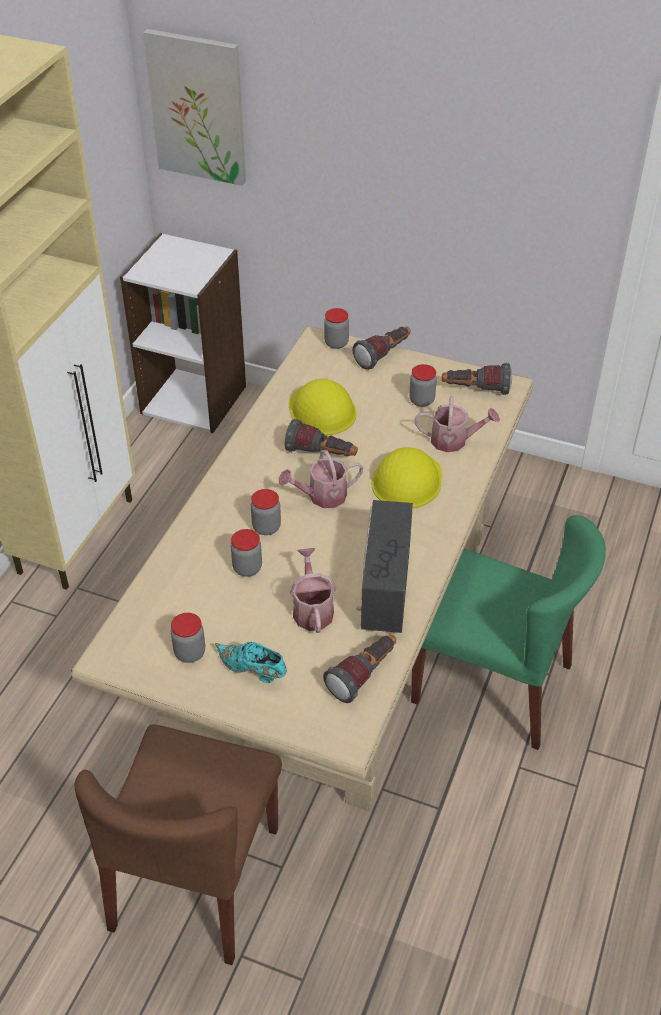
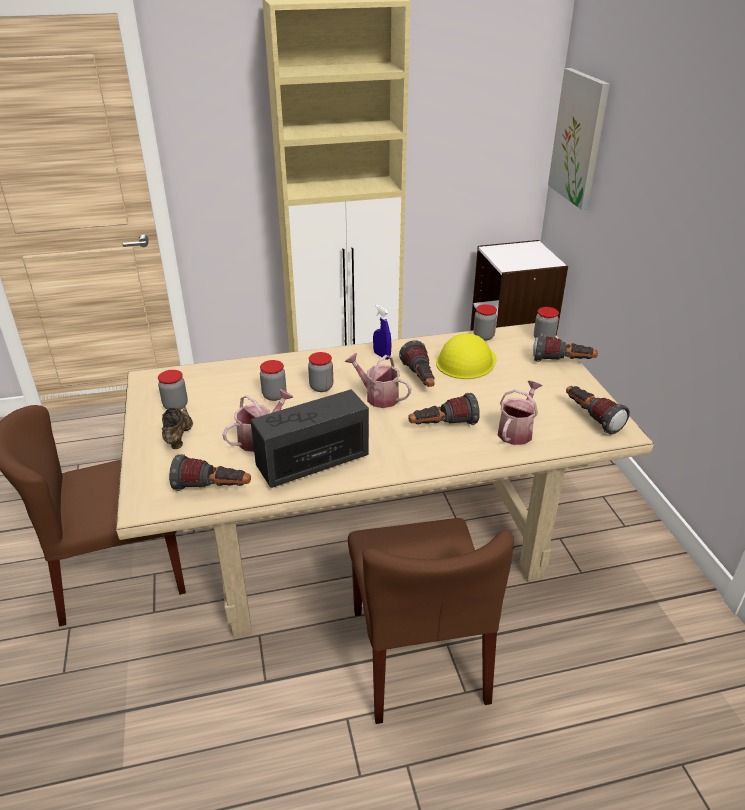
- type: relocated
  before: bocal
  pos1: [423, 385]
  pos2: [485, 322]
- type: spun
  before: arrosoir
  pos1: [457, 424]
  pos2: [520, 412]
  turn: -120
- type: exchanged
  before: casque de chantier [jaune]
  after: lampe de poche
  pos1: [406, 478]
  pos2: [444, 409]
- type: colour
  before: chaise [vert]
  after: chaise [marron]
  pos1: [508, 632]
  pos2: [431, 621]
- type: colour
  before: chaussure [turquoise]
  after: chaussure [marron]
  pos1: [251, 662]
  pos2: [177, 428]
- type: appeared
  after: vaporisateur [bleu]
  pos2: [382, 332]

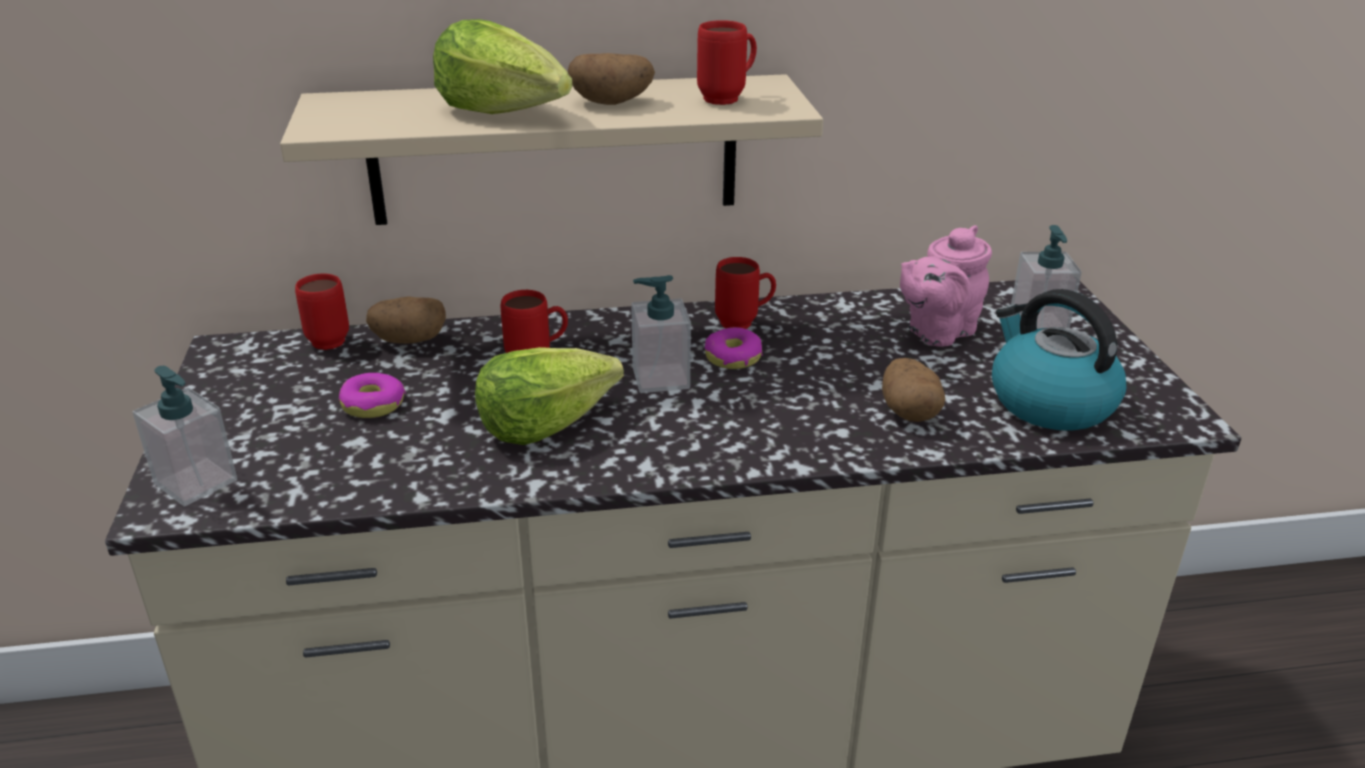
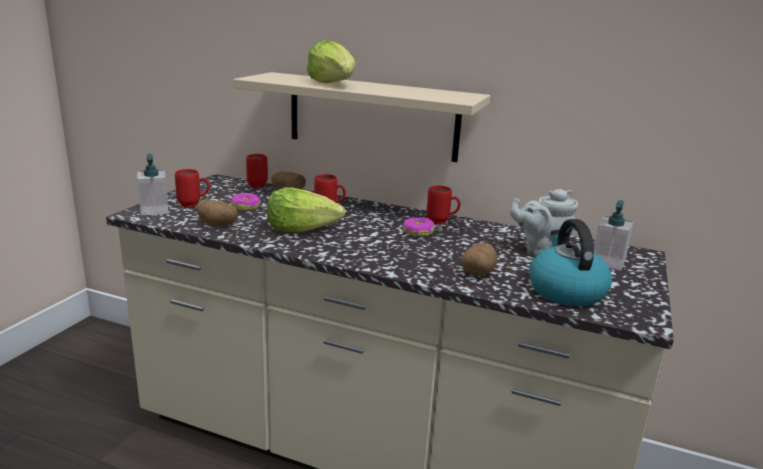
- type: relocated
  before: mug [rouge]
  pos1: [727, 62]
  pos2: [192, 188]
- type: relocated
  before: pomme de terre
  pos1: [611, 79]
  pos2: [217, 213]
- type: colour
  before: théière [rose]
  after: théière [gris]
  pos1: [946, 286]
  pos2: [544, 222]
- type: missing
  before: distributeur de savon
  pos1: [661, 334]

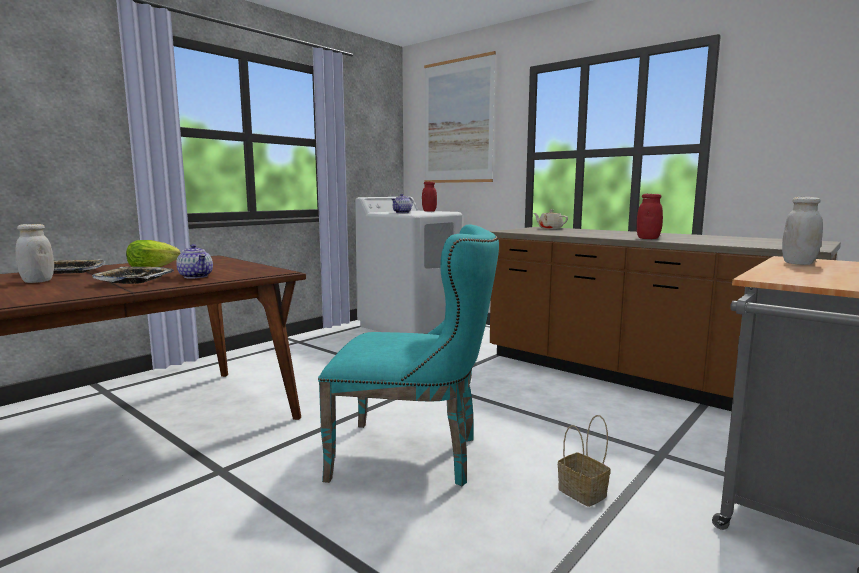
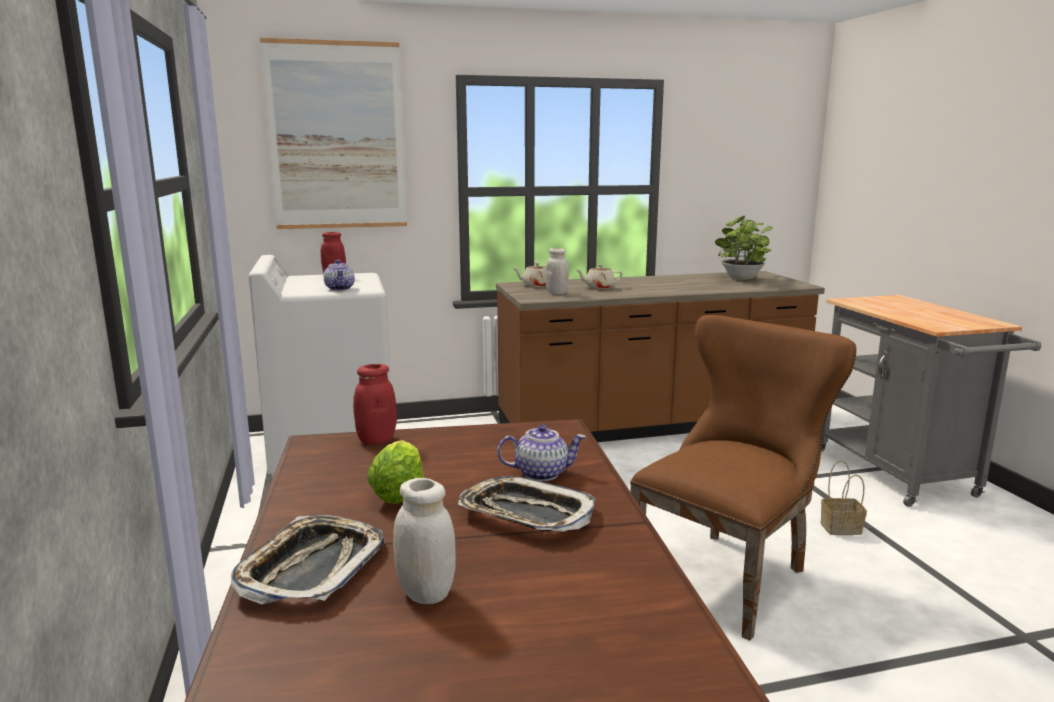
- type: relocated
  before: bocal [rouge]
  pos1: [650, 216]
  pos2: [375, 404]
- type: relocated
  before: bocal [blanc]
  pos1: [802, 231]
  pos2: [557, 271]
- type: colour
  before: chaise [turquoise]
  after: chaise [marron]
  pos1: [408, 355]
  pos2: [743, 478]
- type: appeared
  after: plante en pot
  pos2: [744, 248]
- type: appeared
  after: théière [beige]
  pos2: [599, 276]

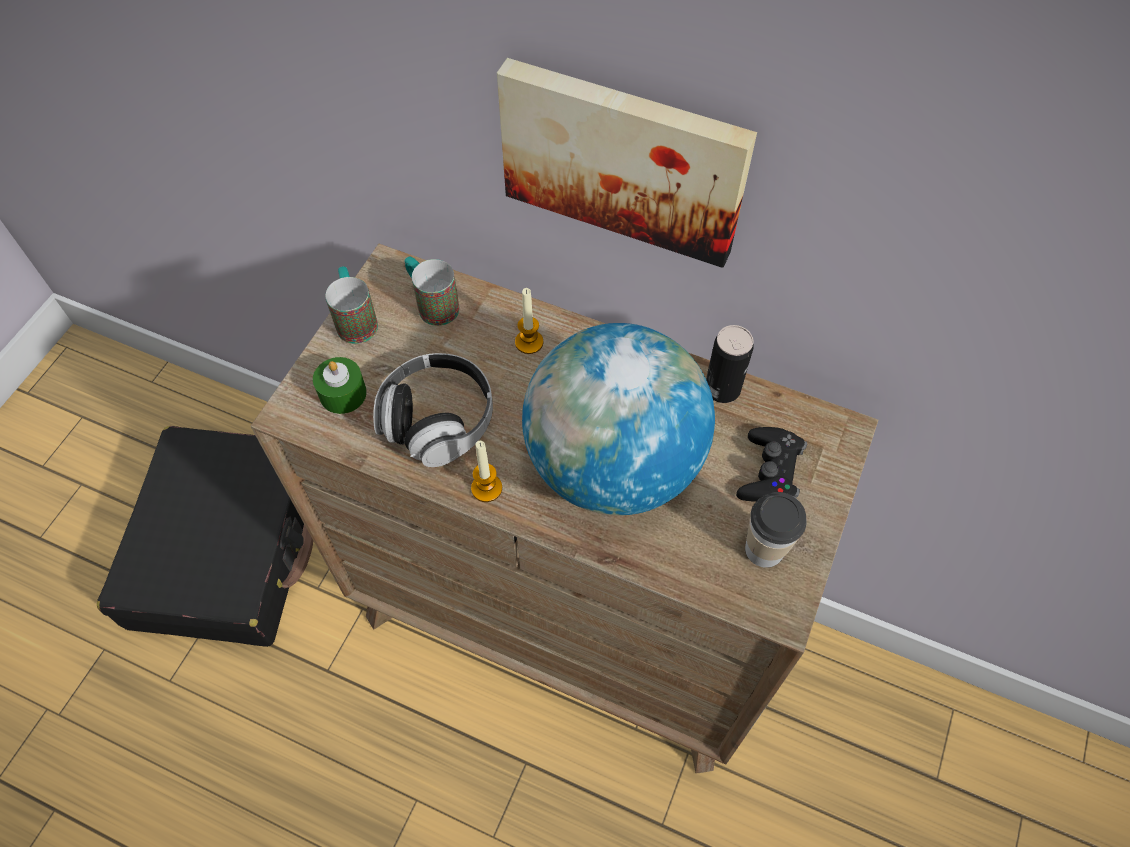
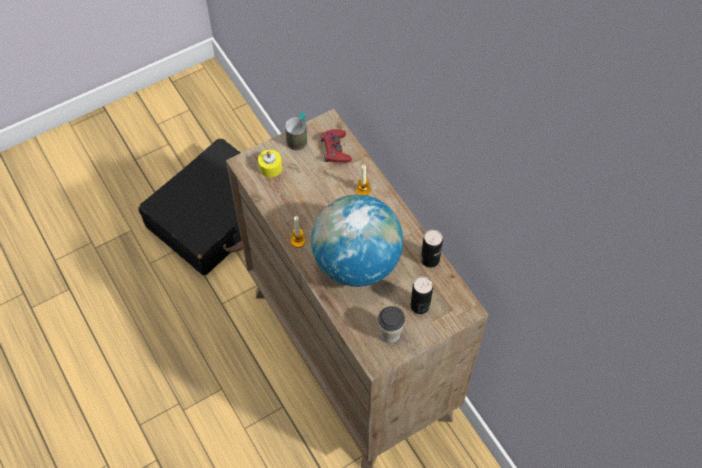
- type: missing
  before: tableau
  pos1: [627, 163]
- type: exchanged
  before: mug
  after: manette [rouge]
  pos1: [432, 291]
  pos2: [336, 145]
- type: missing
  before: casque audio
  pos1: [433, 410]
- type: colour
  before: bougie [vert]
  after: bougie [jaune]
  pos1: [340, 385]
  pos2: [270, 164]
- type: exchanged
  before: manette [noir]
  after: boîte métallique
  pos1: [771, 464]
  pos2: [422, 295]

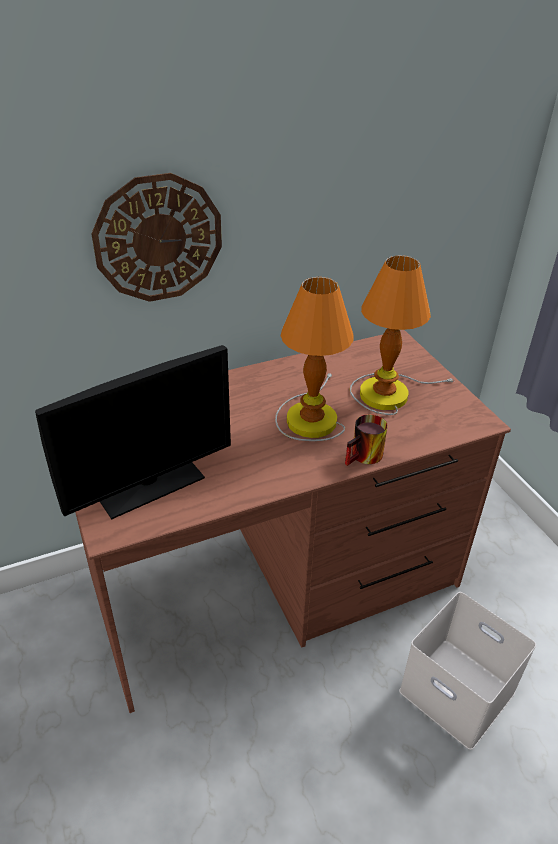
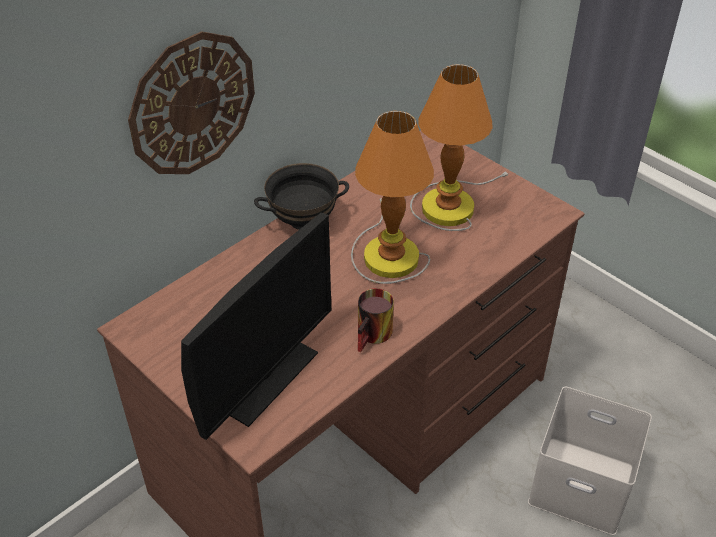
- type: relocated
  before: mug
  pos1: [366, 440]
  pos2: [376, 320]
- type: appeared
  after: bol [noir]
  pos2: [301, 196]

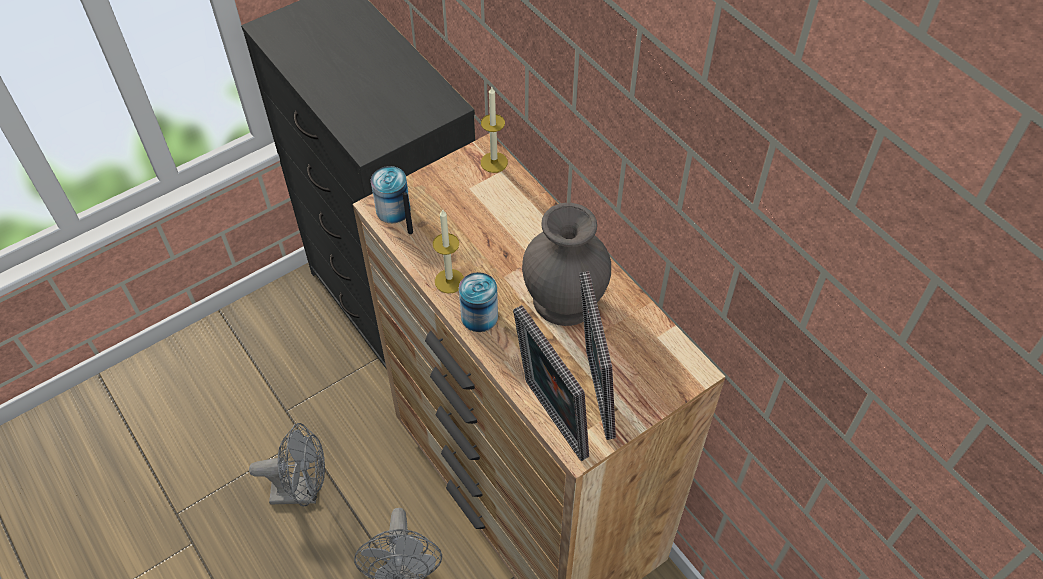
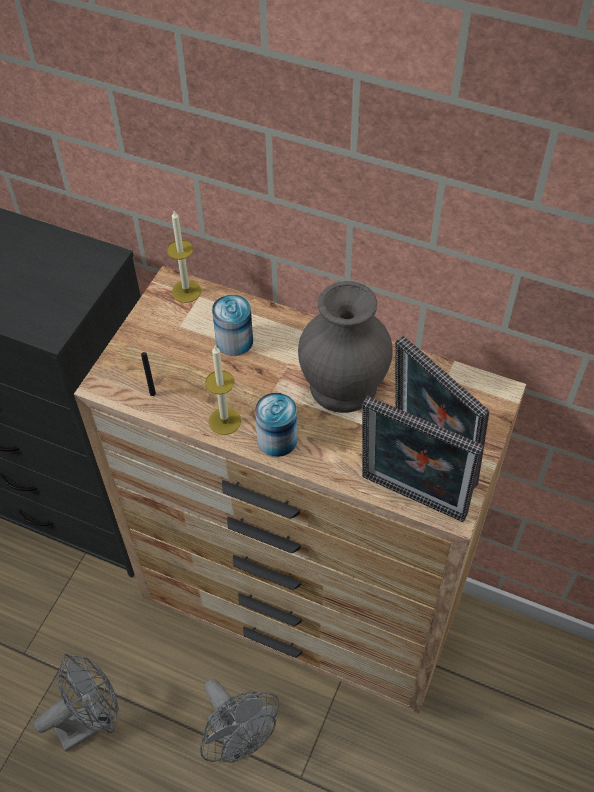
- type: relocated
  before: boîte métallique
  pos1: [391, 194]
  pos2: [232, 325]

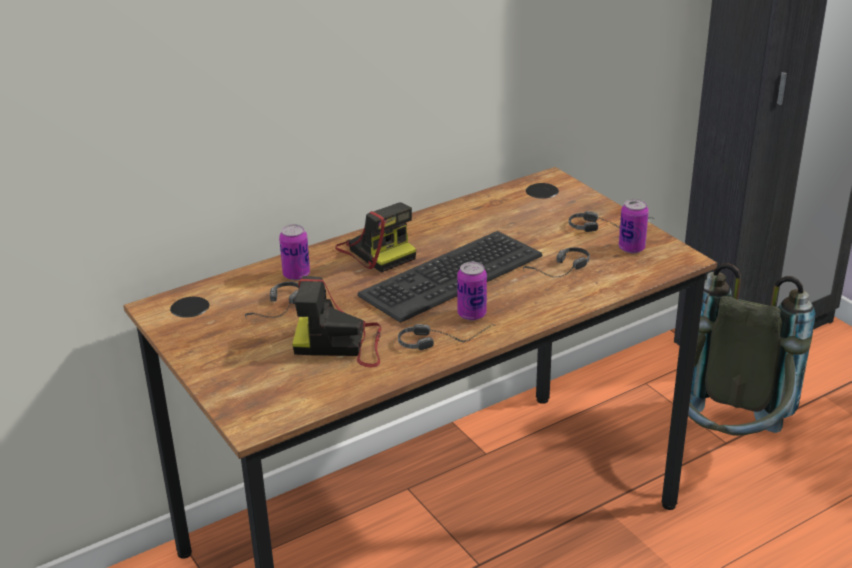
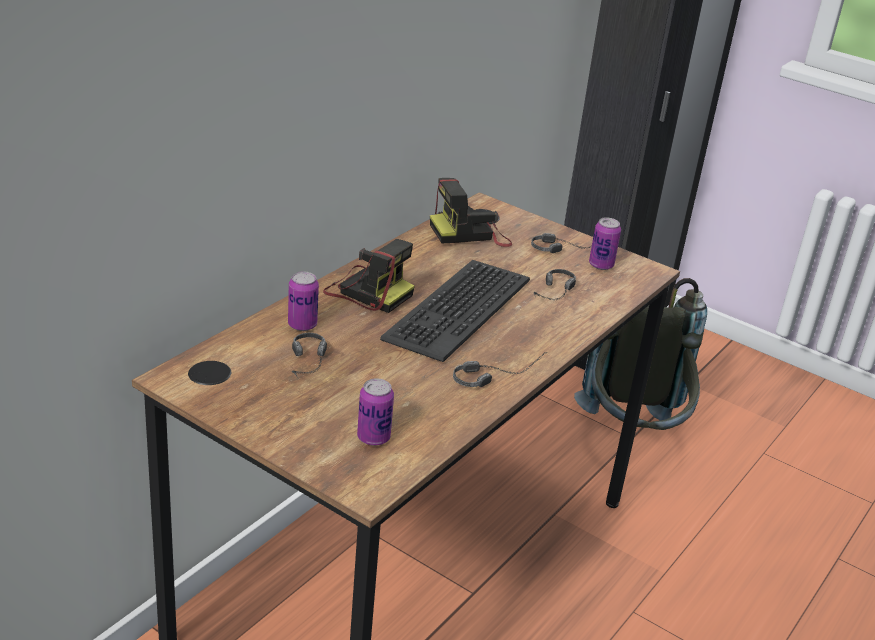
- type: relocated
  before: boîte métallique
  pos1: [472, 291]
  pos2: [375, 412]
- type: relocated
  before: appareil photo
  pos1: [336, 322]
  pos2: [471, 212]

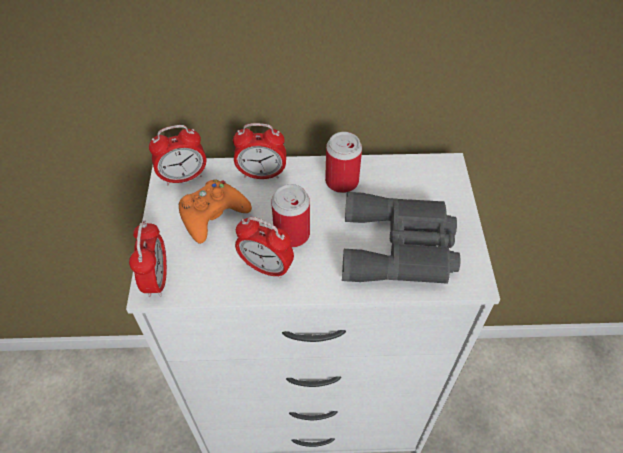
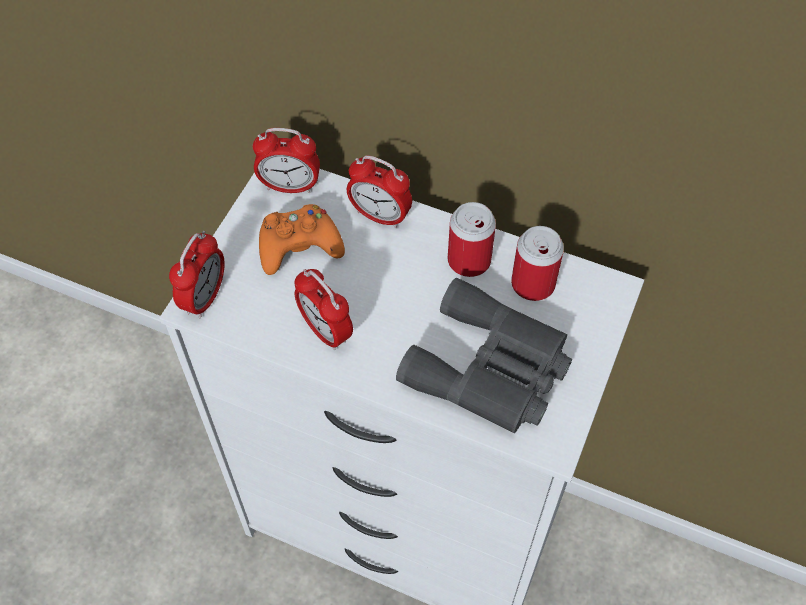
- type: relocated
  before: boîte métallique
  pos1: [290, 215]
  pos2: [537, 263]

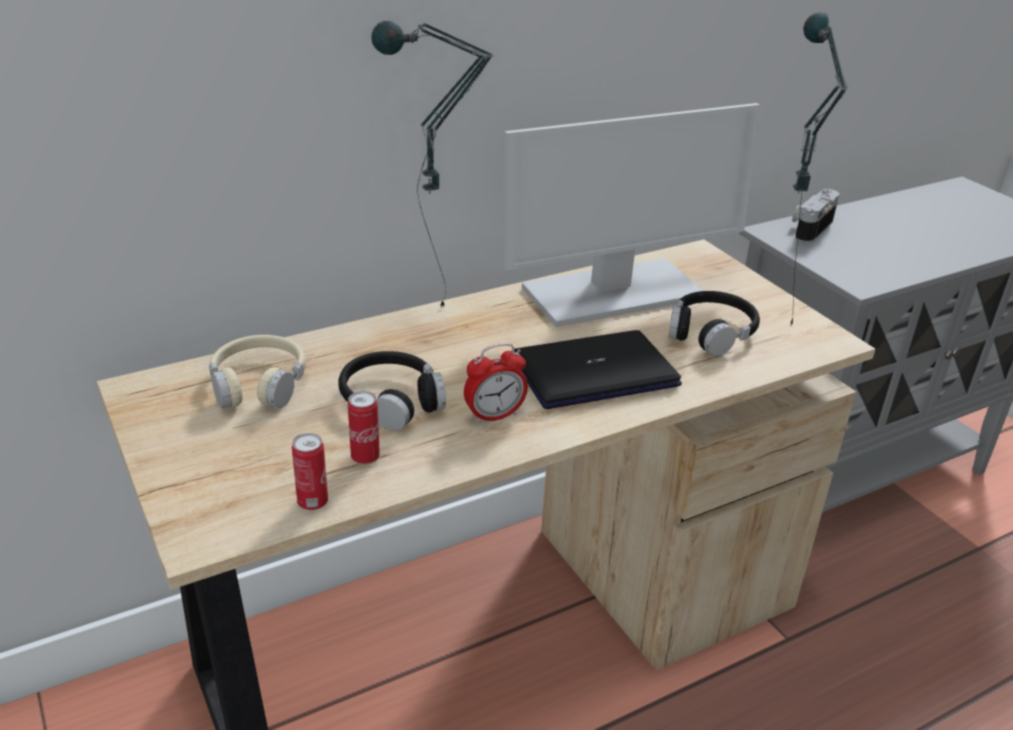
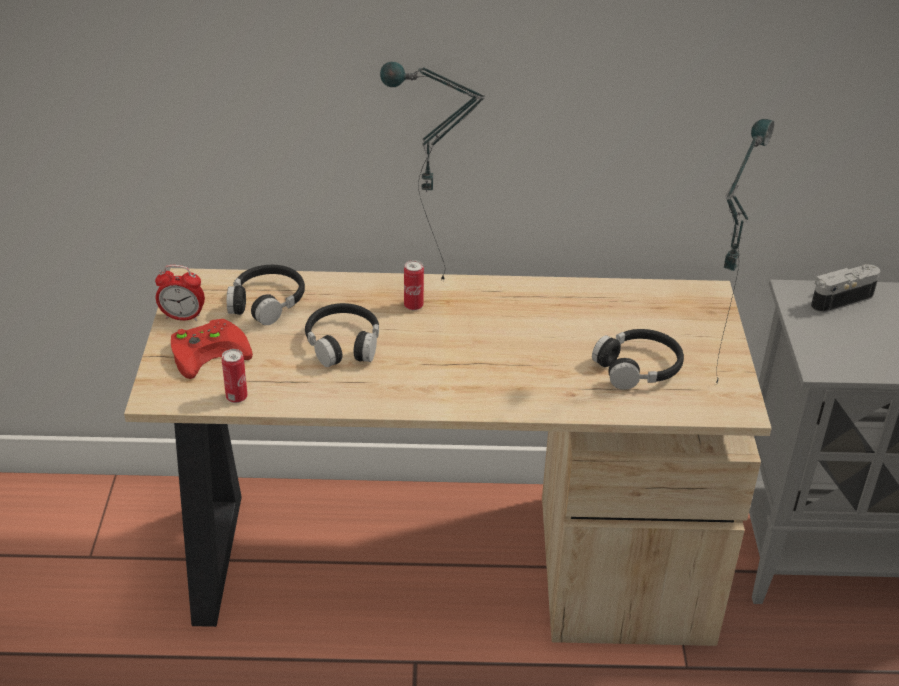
- type: missing
  before: écran d'ordinateur
  pos1: [632, 215]
- type: missing
  before: ordinateur portable
  pos1: [598, 369]
- type: colour
  before: casque audio [beige]
  after: casque audio [noir]
  pos1: [257, 372]
  pos2: [266, 295]
- type: relocated
  before: réveil
  pos1: [496, 383]
  pos2: [180, 293]
- type: relocated
  before: boîte métallique
  pos1: [364, 427]
  pos2: [414, 285]
- type: appeared
  after: manette [rouge]
  pos2: [212, 349]

